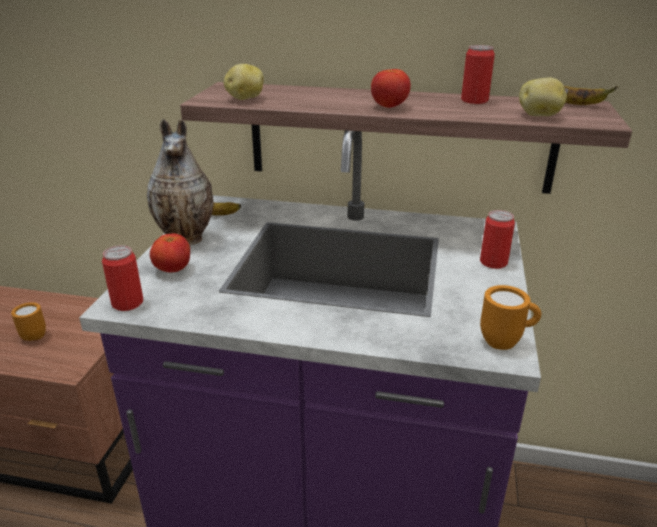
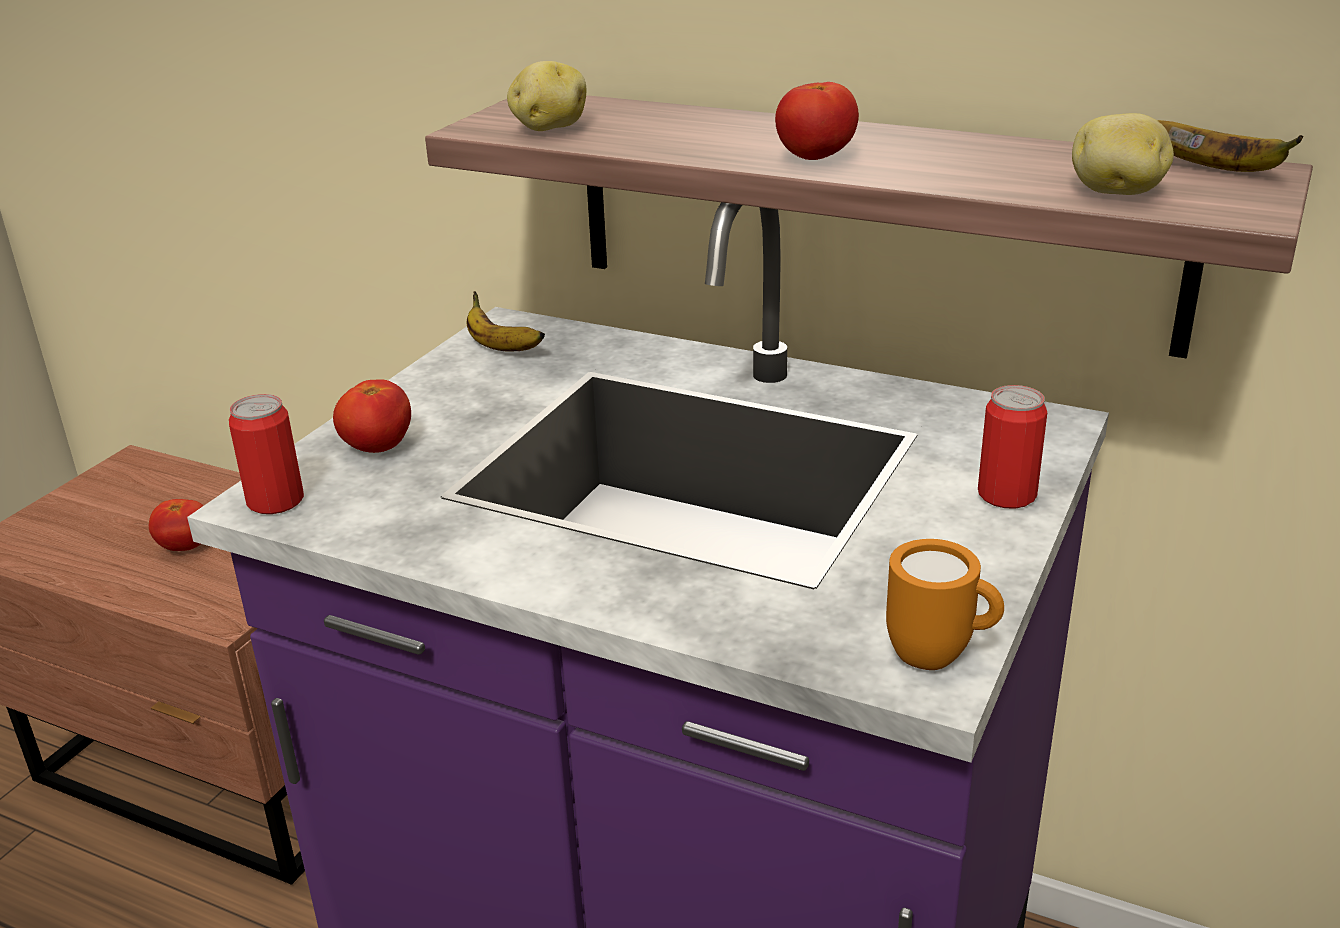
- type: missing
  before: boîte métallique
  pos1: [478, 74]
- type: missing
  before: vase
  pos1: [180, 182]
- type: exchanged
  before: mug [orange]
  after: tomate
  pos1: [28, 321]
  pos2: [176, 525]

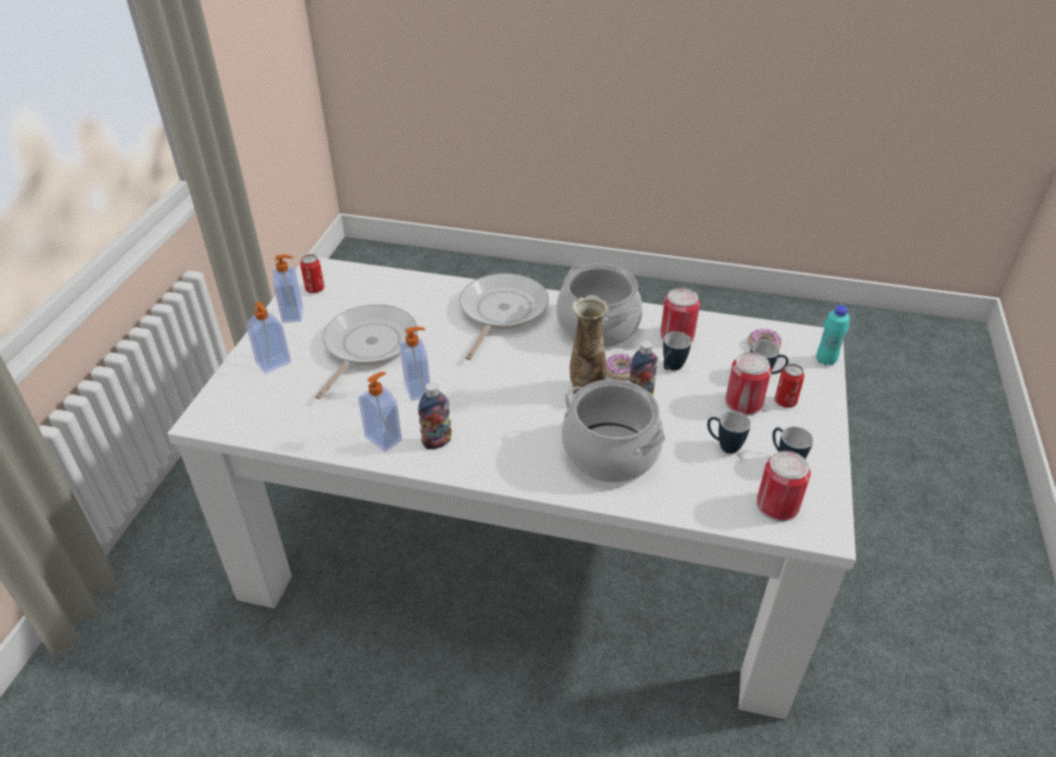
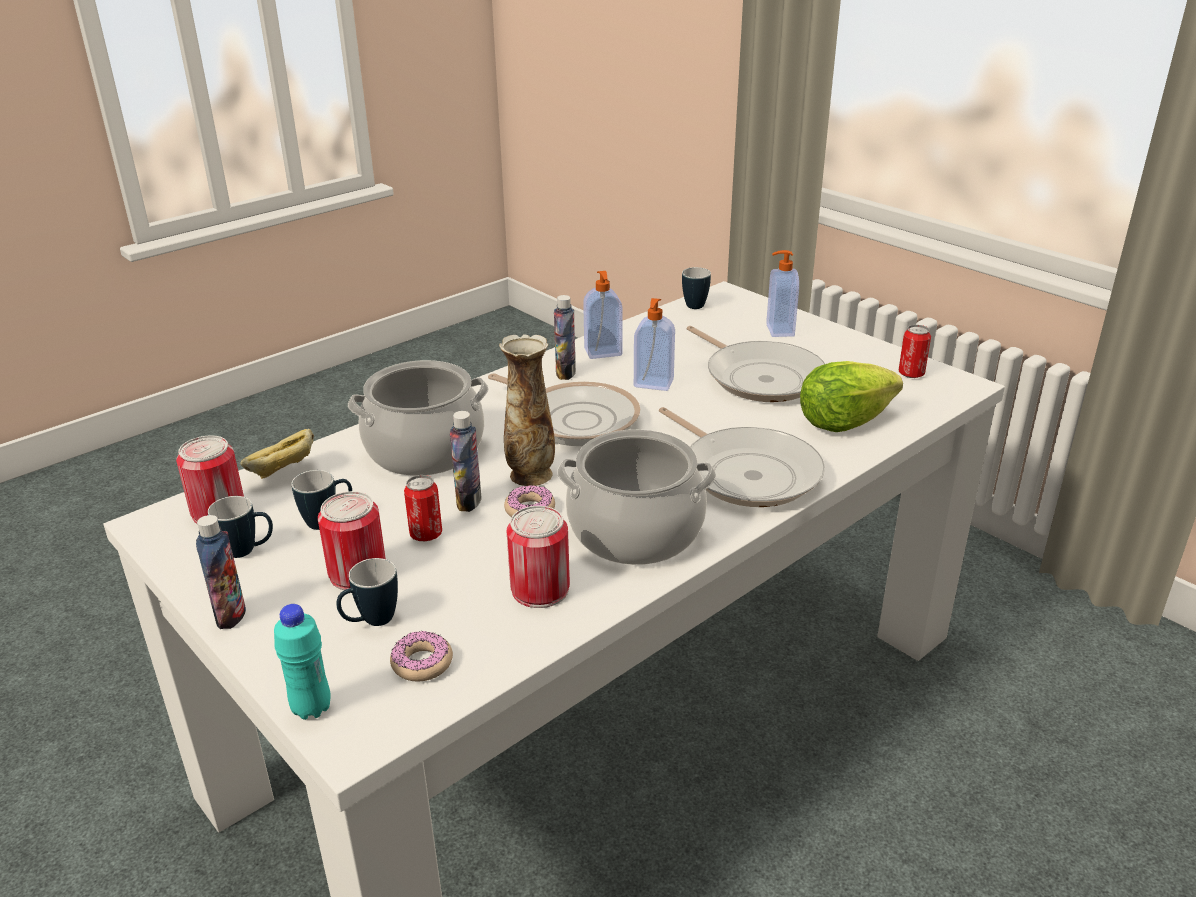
- type: missing
  before: distributeur de savon
  pos1: [288, 289]
- type: relocated
  before: mug
  pos1: [677, 351]
  pos2: [696, 288]
- type: relocated
  before: boîte métallique
  pos1: [790, 386]
  pos2: [423, 508]
- type: appeared
  after: laitue
  pos2: [851, 396]
- type: appeared
  after: poêle
  pos2: [564, 409]
- type: appeared
  after: pain
  pos2: [277, 454]
- type: appeared
  after: bouteille
  pos2: [221, 572]

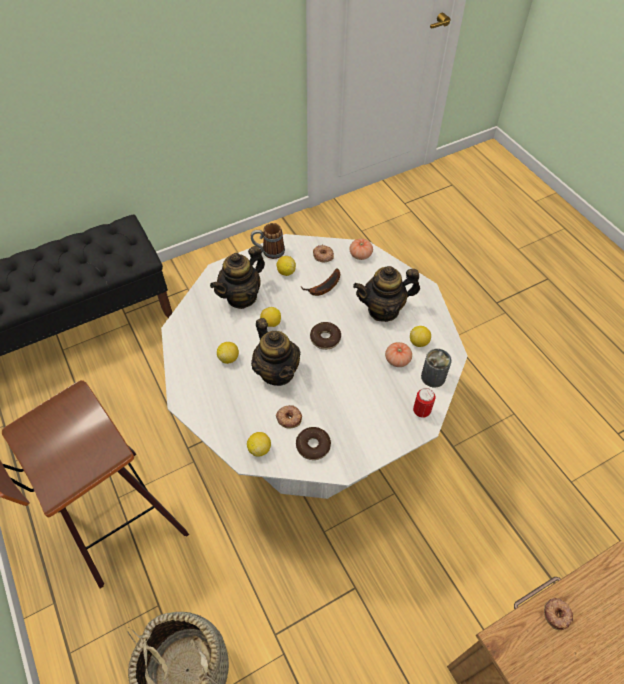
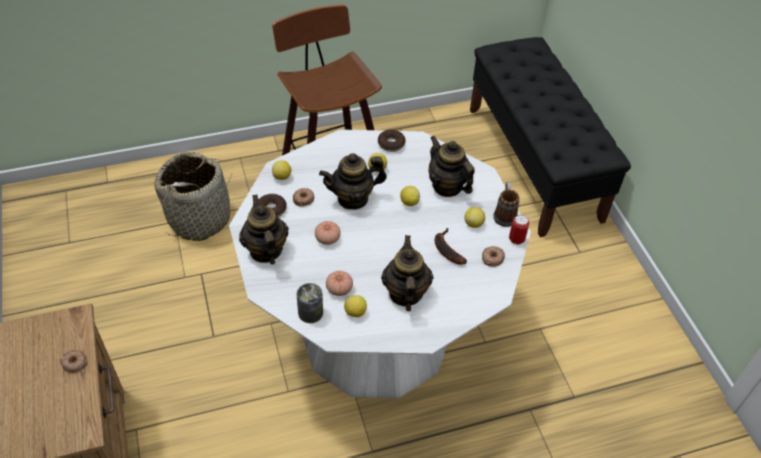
- type: relocated
  before: tomate
  pos1: [361, 249]
  pos2: [328, 233]
- type: relocated
  before: beignet
  pos1: [325, 336]
  pos2: [392, 141]
- type: relocated
  before: boîte métallique
  pos1: [424, 403]
  pos2: [519, 230]
- type: appeared
  after: théière
  pos2: [264, 230]

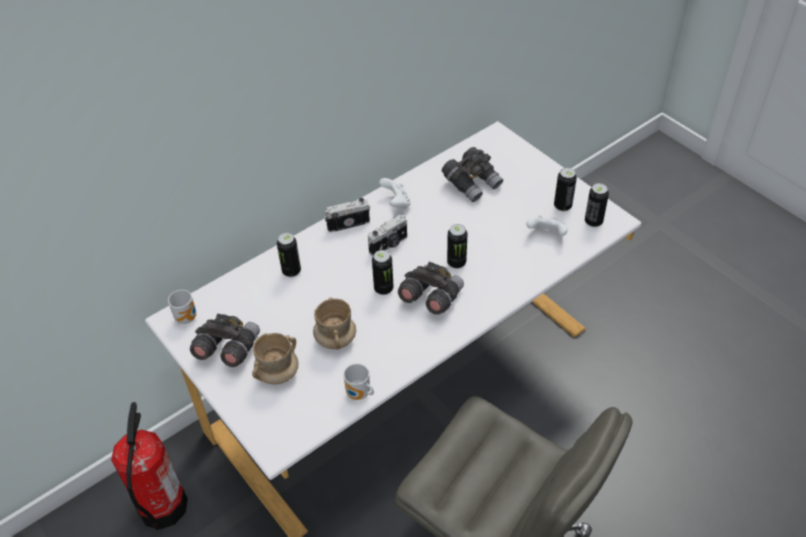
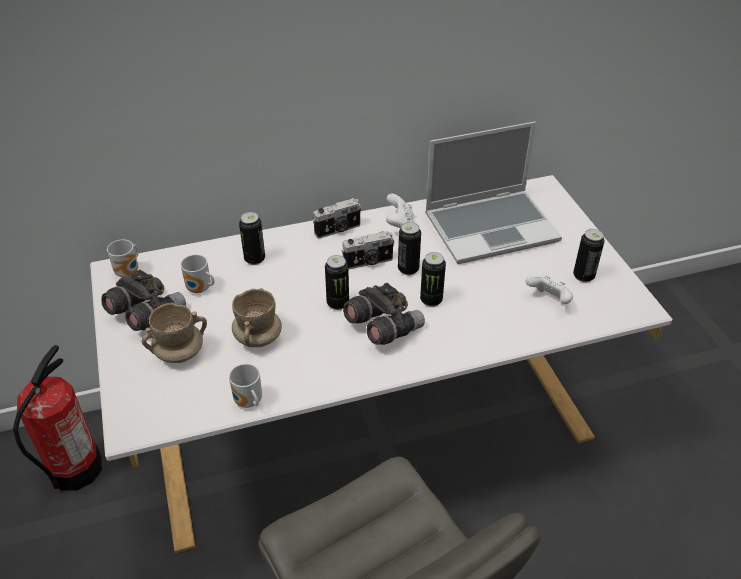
- type: exchanged
  before: jumelles [gris]
  after: ordinateur portable
  pos1: [472, 174]
  pos2: [493, 193]
- type: relocated
  before: boîte métallique
  pos1: [597, 205]
  pos2: [409, 248]
- type: spun
  before: appareil photo
  pos1: [347, 215]
  pos2: [336, 218]
  turn: 150
- type: appeared
  after: mug
  pos2: [198, 273]

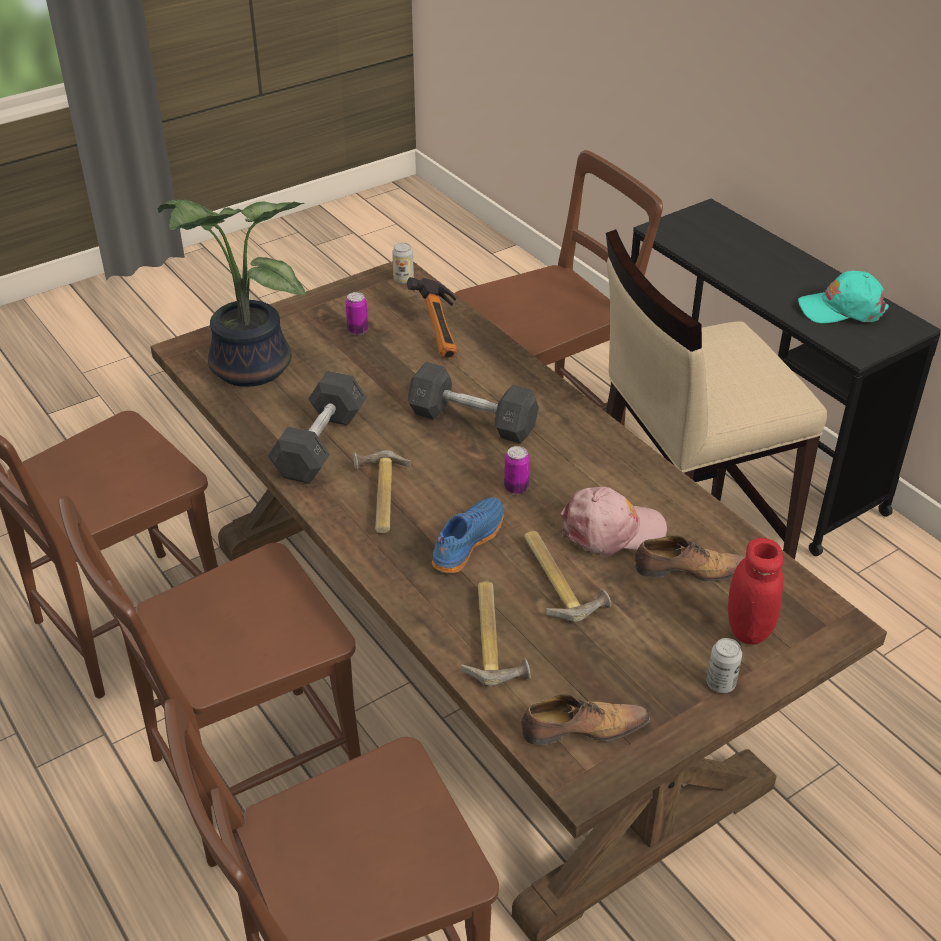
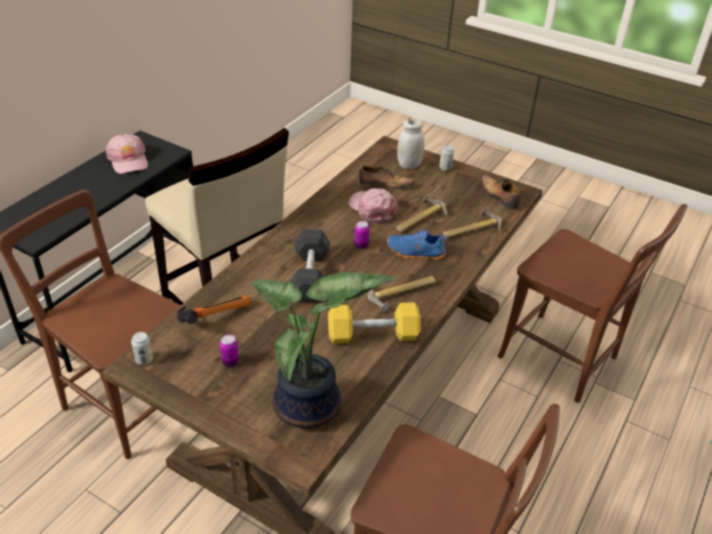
- type: colour
  before: casquette [turquoise]
  after: casquette [rose]
  pos1: [843, 297]
  pos2: [127, 154]
- type: colour
  before: haltère [gris]
  after: haltère [jaune]
  pos1: [317, 427]
  pos2: [374, 323]
- type: missing
  before: chaise [marron]
  pos1: [209, 681]
- type: spun
  before: chaussure
  pos1: [690, 558]
  pos2: [386, 177]
  turn: 120
- type: colour
  before: bocal [rouge]
  after: bocal [blanc]
  pos1: [756, 591]
  pos2: [411, 144]

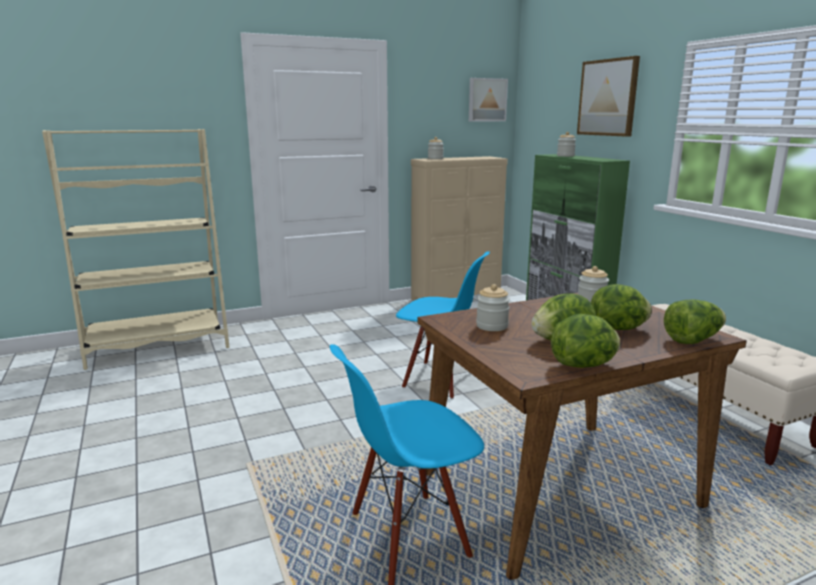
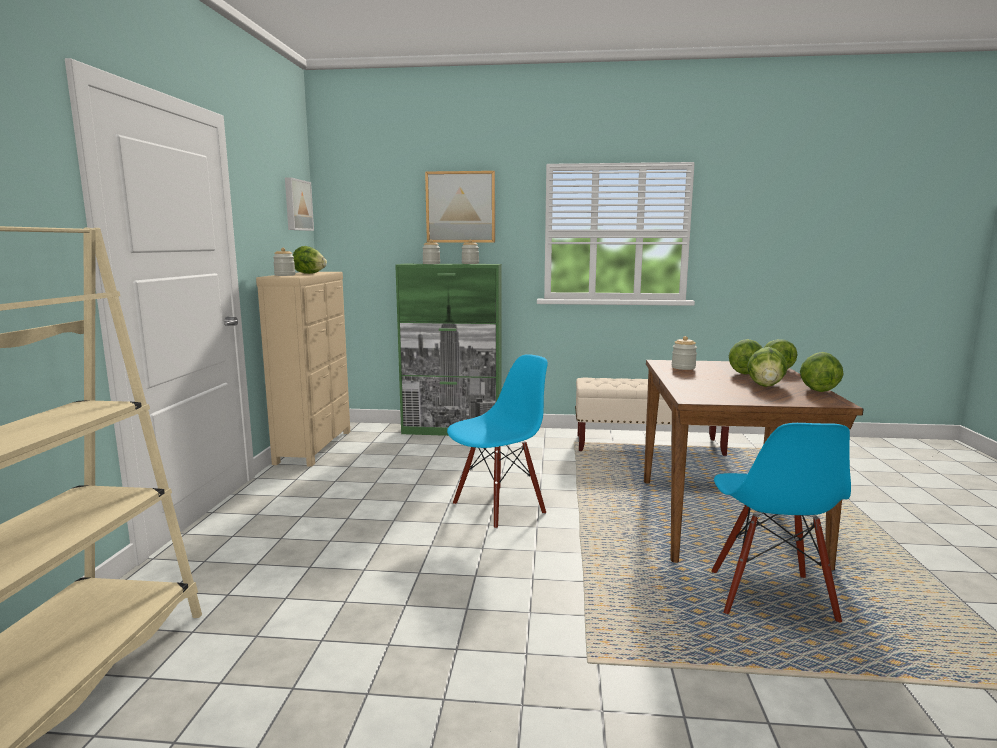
- type: relocated
  before: bocal
  pos1: [493, 307]
  pos2: [470, 251]
- type: appeared
  after: laitue
  pos2: [310, 260]

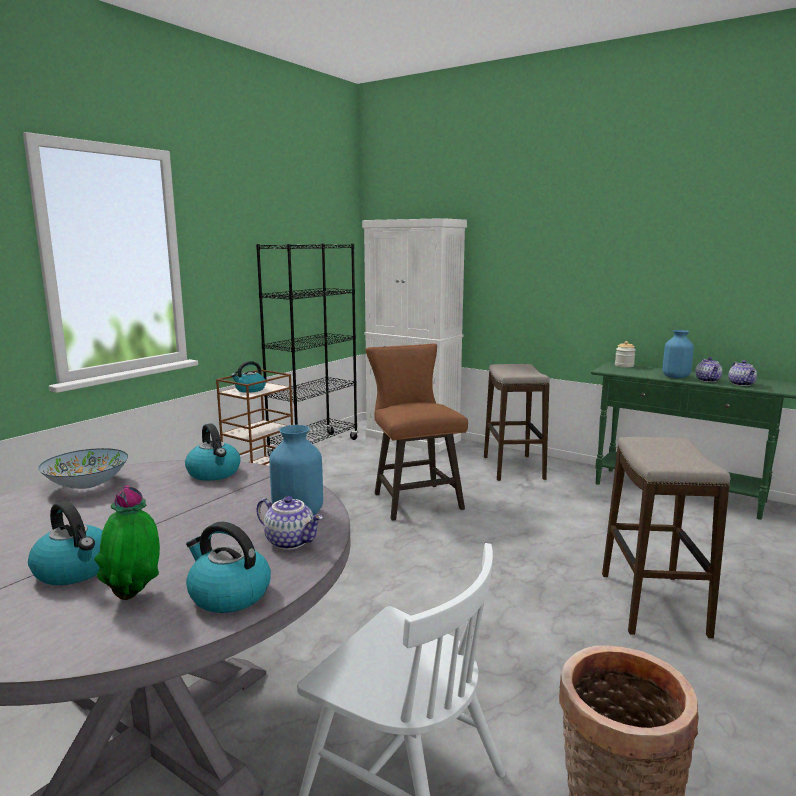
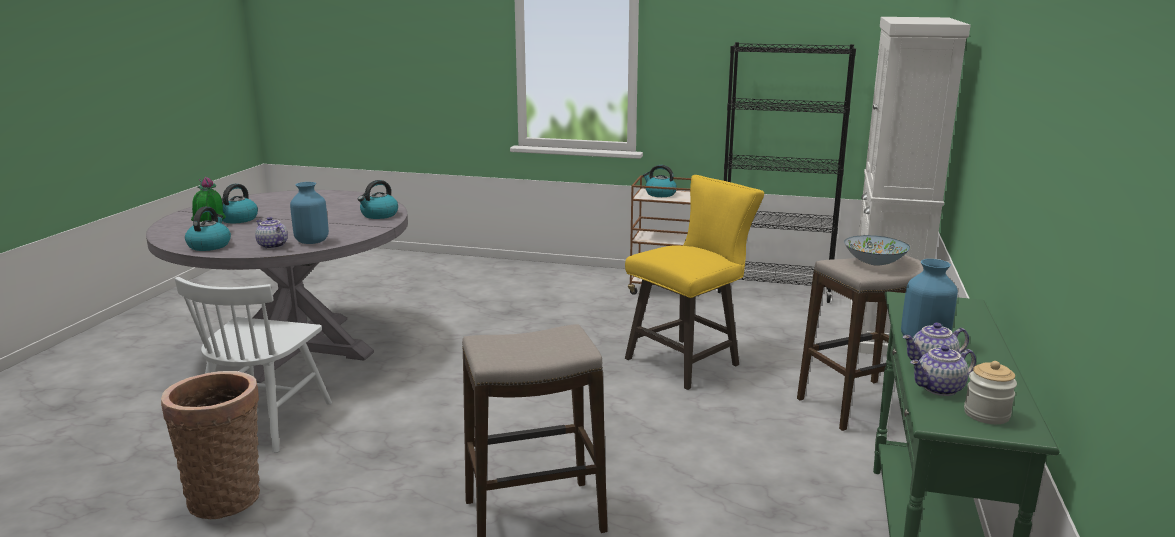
- type: relocated
  before: bocal
  pos1: [625, 354]
  pos2: [990, 392]
- type: colour
  before: tabouret [marron]
  after: tabouret [jaune]
  pos1: [416, 432]
  pos2: [694, 282]
- type: relocated
  before: bol
  pos1: [83, 468]
  pos2: [877, 250]
- type: spun
  before: théière
  pos1: [289, 523]
  pos2: [271, 233]
  turn: 120

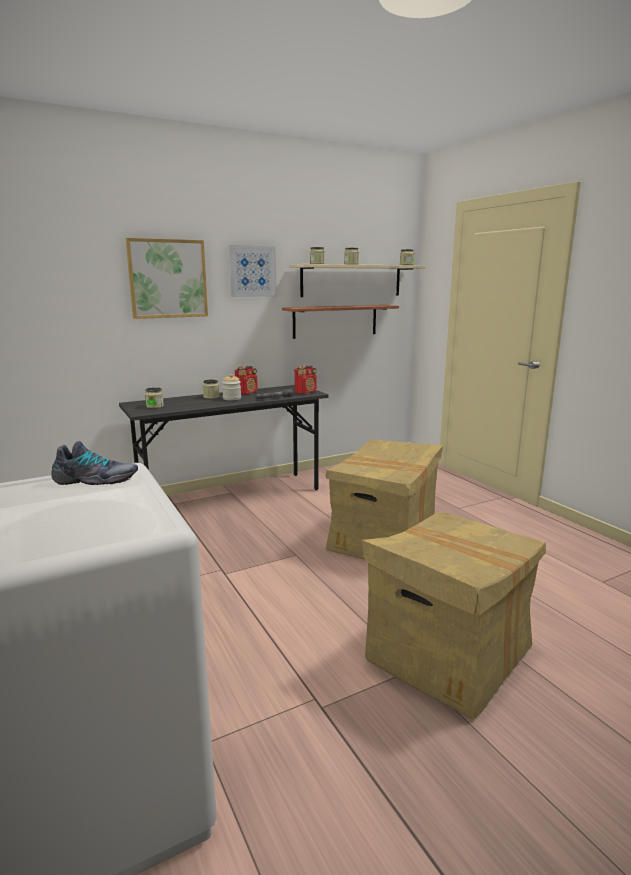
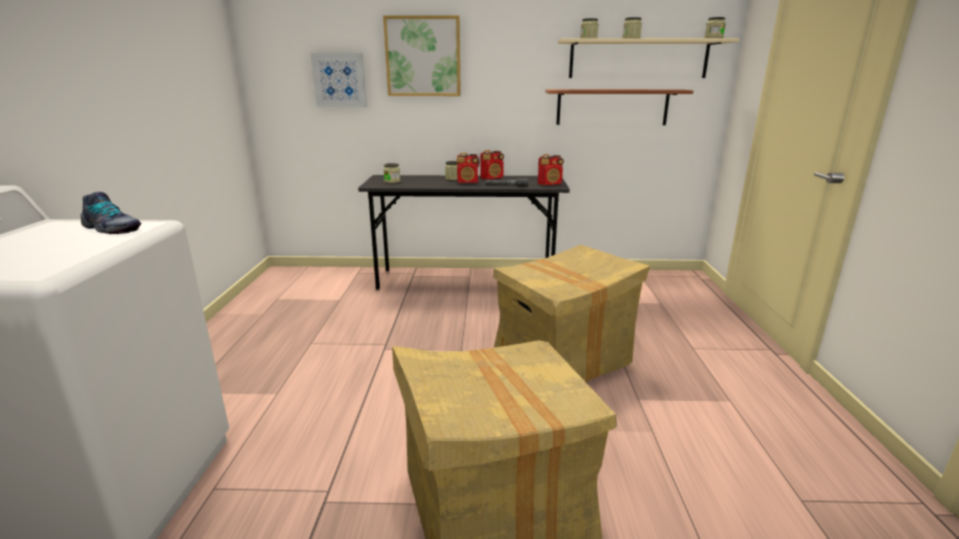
- type: relocated
  before: tableau
  pos1: [252, 271]
  pos2: [339, 80]
- type: exchanged
  before: bocal
  after: radio
  pos1: [231, 387]
  pos2: [468, 168]

